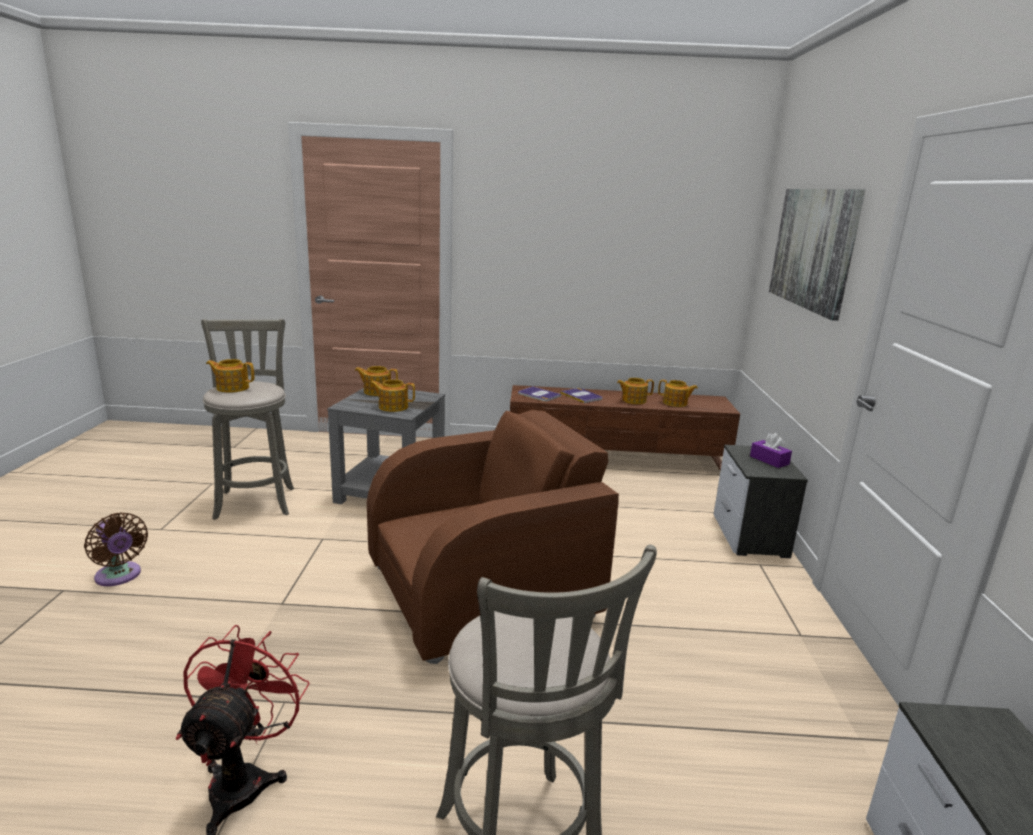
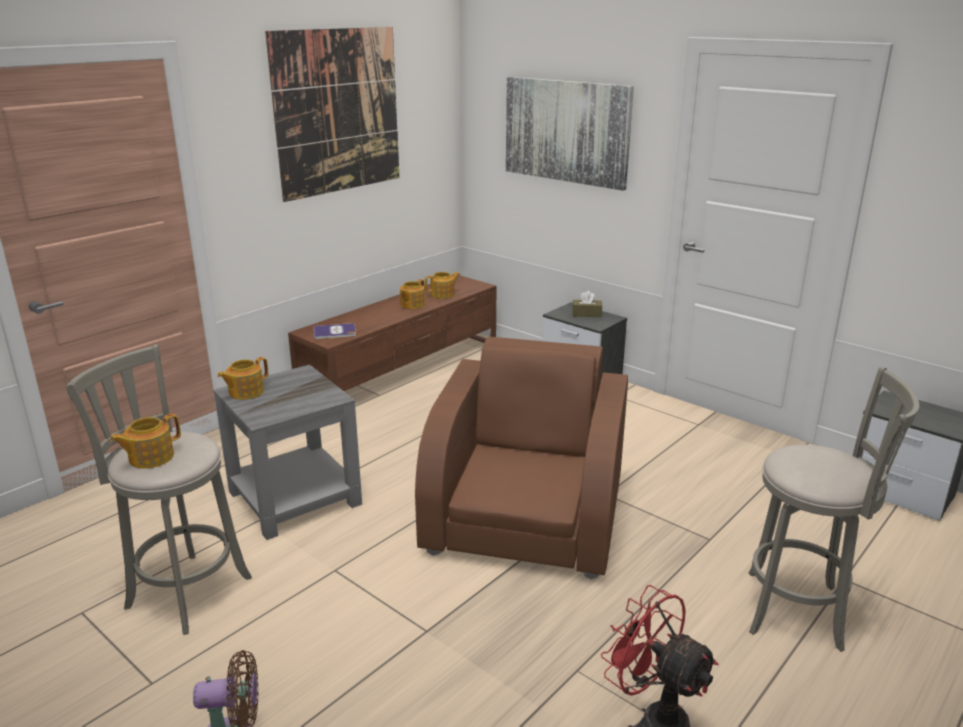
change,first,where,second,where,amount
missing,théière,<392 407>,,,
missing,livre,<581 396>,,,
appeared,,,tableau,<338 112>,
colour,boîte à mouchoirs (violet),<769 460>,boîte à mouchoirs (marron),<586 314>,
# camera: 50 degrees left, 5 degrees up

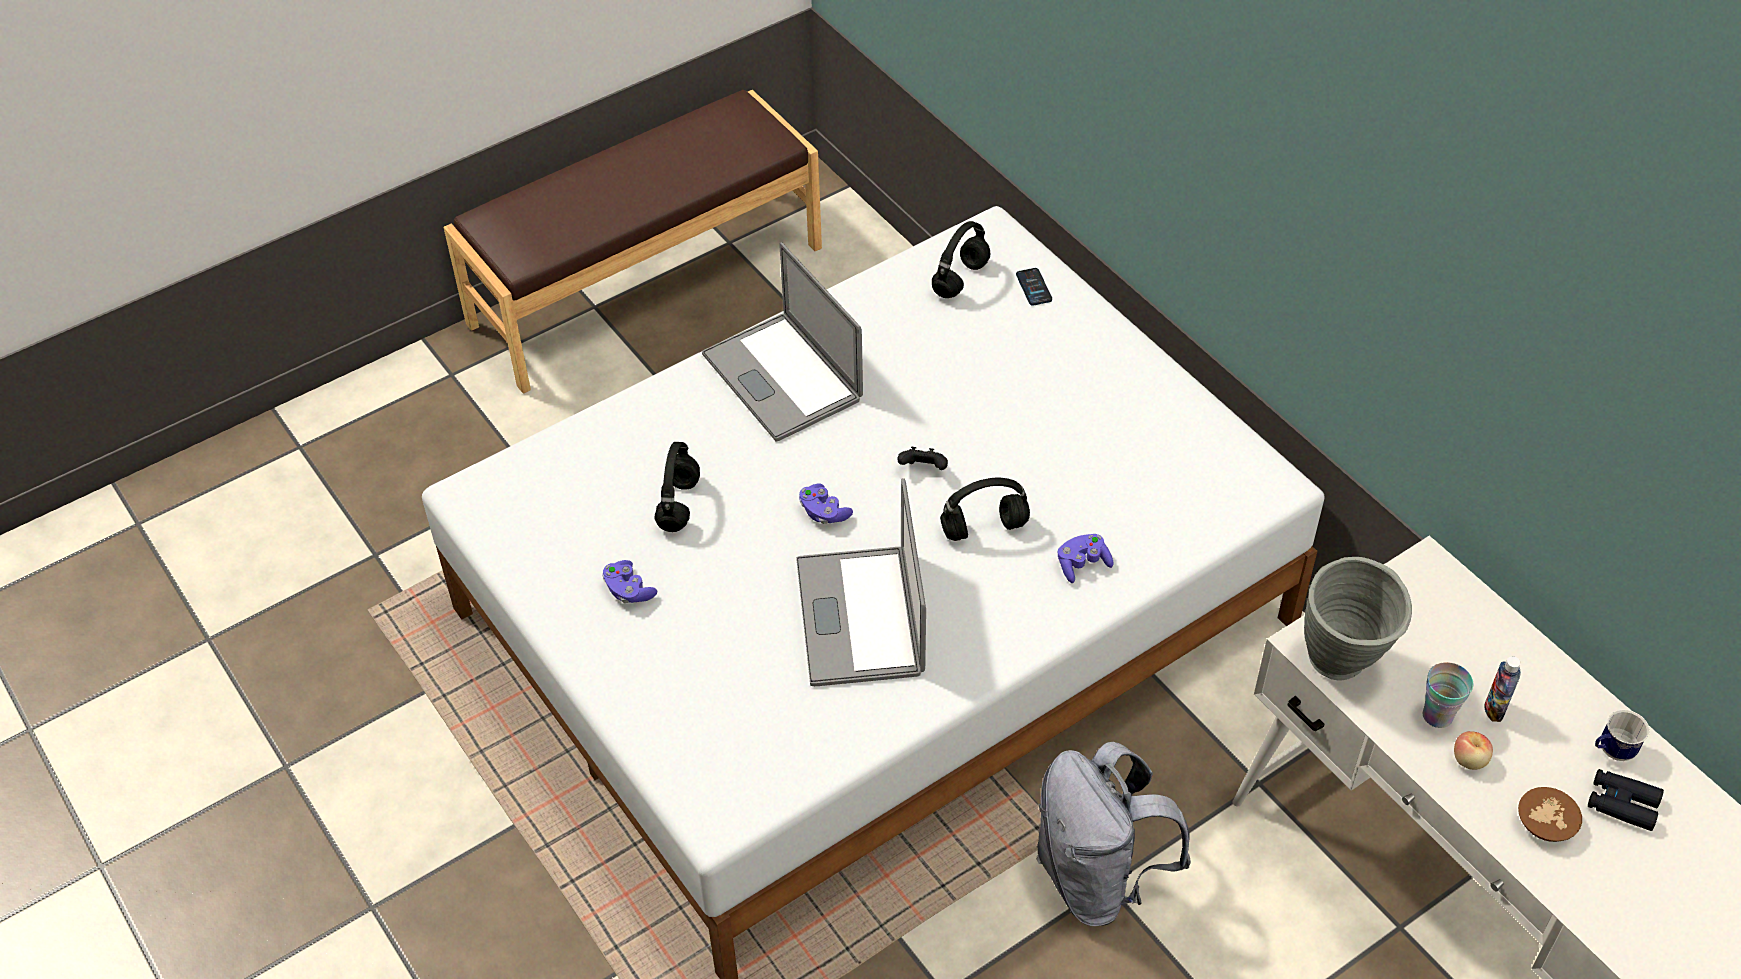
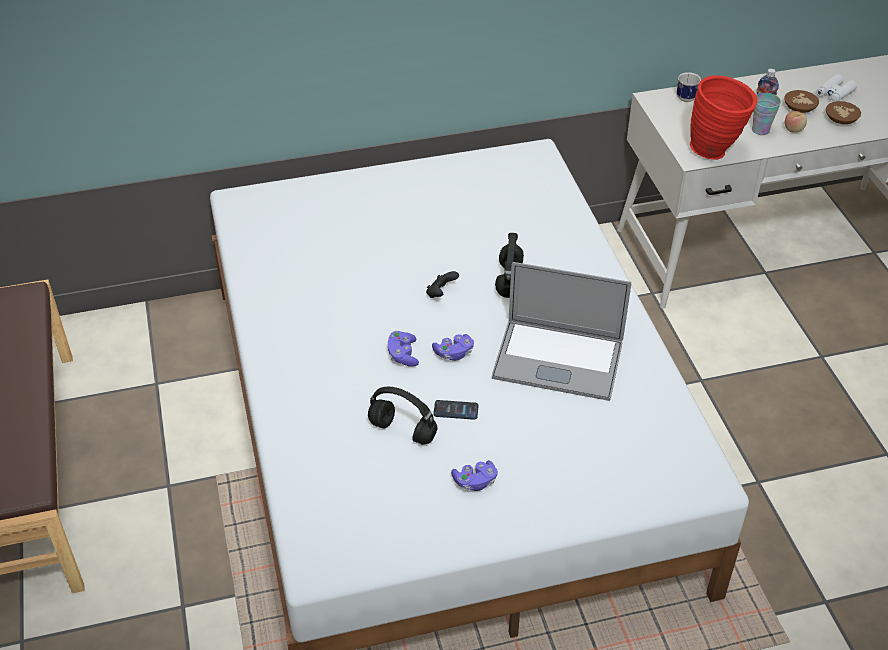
change,first,where,second,where,amount
missing,ordinateur portable,<782 377>,,,
missing,casque audio (noir),<960 280>,,,
missing,sac à dos (gris),<1098 878>,,,
appeared,,,bol (marron),<800 108>,
relocated,téléphone,<1033 287>,,<456 410>,
relocated,manette (violet),<1082 564>,,<403 355>,
relocated,mug,<1611 751>,,<686 100>,
colour,vase (gris),<1342 668>,vase (rouge),<716 151>,
colour,jumelles (noir),<1622 804>,jumelles (blanc),<834 93>,
# camera: 70 degrees left, 5 degrees down

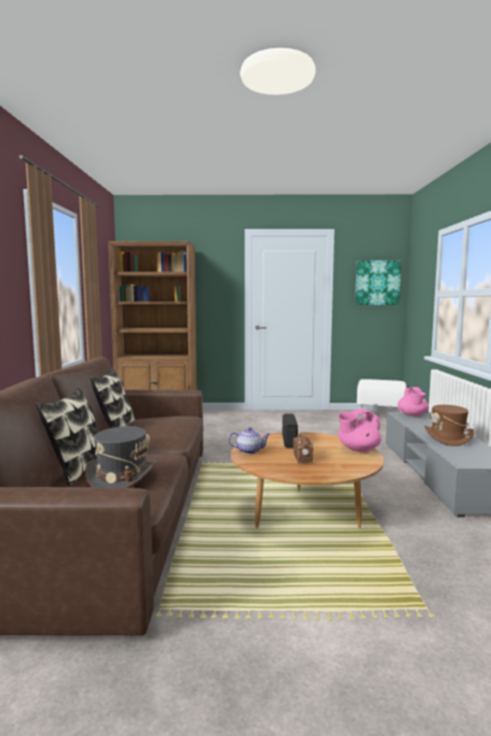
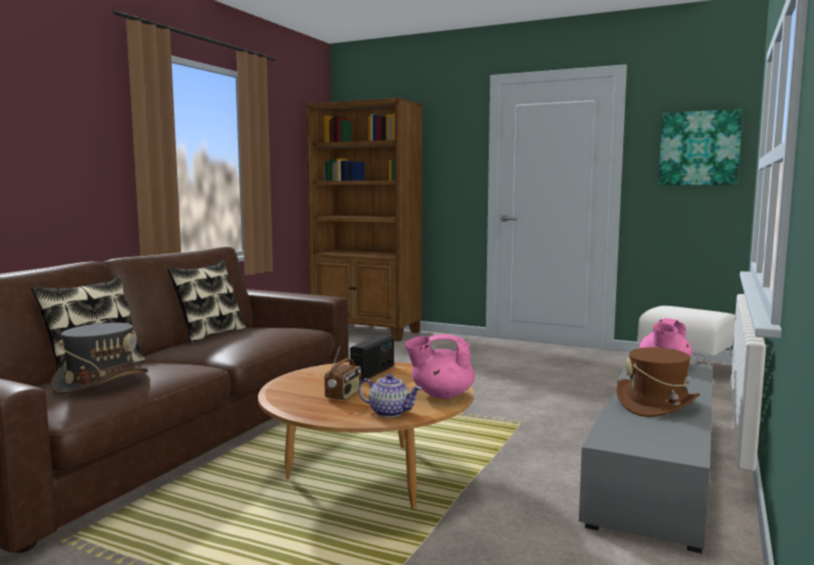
change,first,where,second,where,amount
relocated,théière,<249 451>,,<390 412>,
# camera: 25 degrees right, 0 degrees up

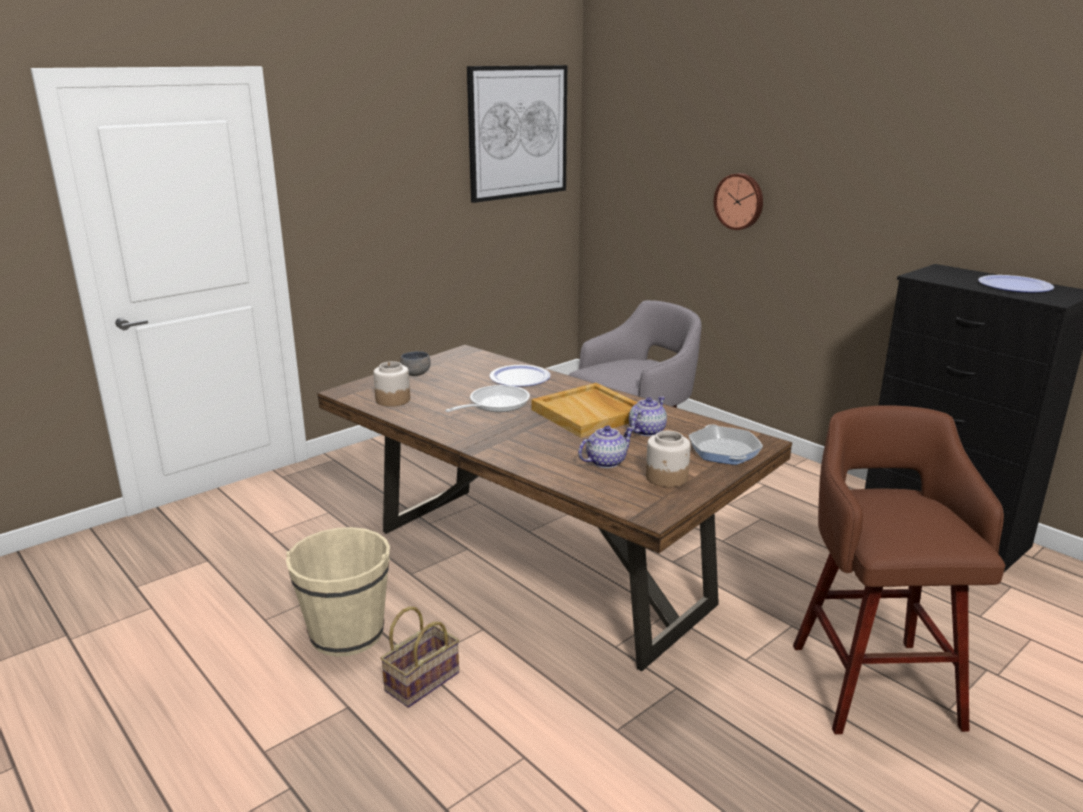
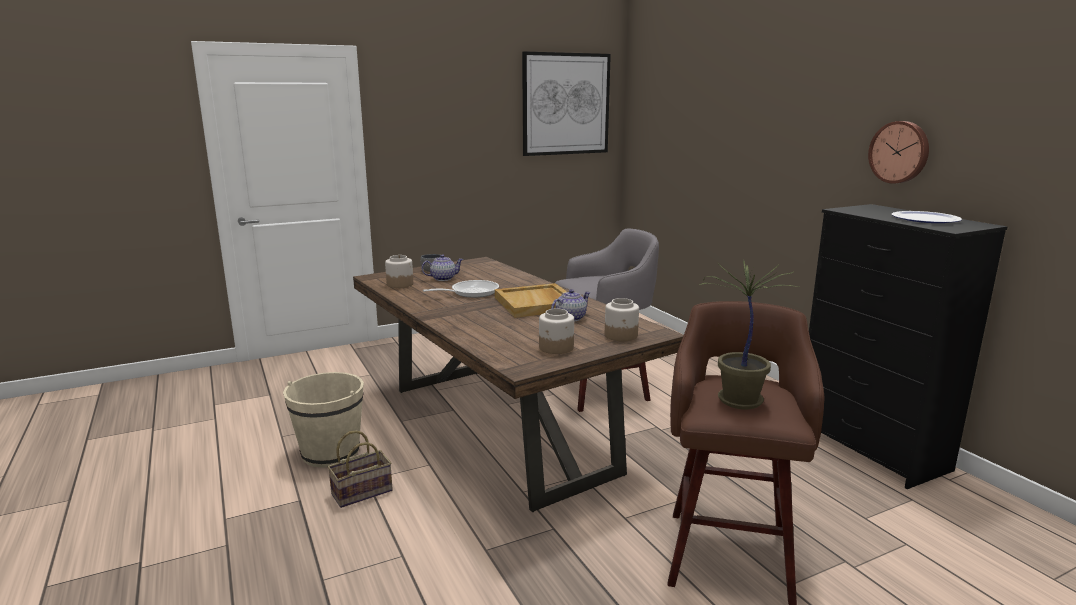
change,first,where,second,where,amount
missing,assiette,<520 377>,,,
appeared,,,plante en pot,<738 401>,
relocated,théière,<605 462>,,<443 278>,
relocated,horloge murale,<739 201>,,<900 152>,
exchanged,poêle,<724 451>,bocal,<621 335>,
# camera: 15 degrees right, 5 degrees down

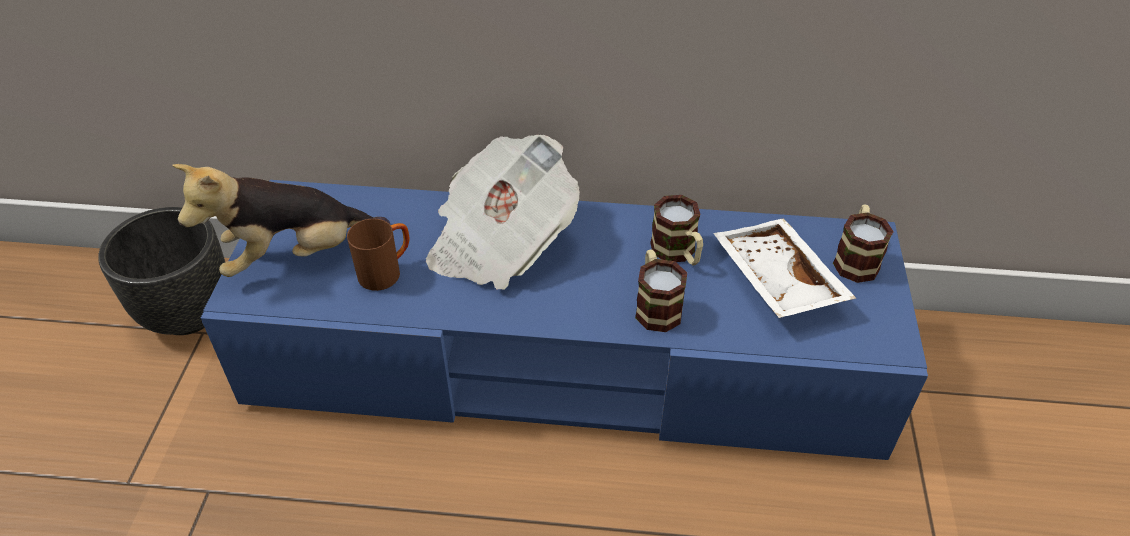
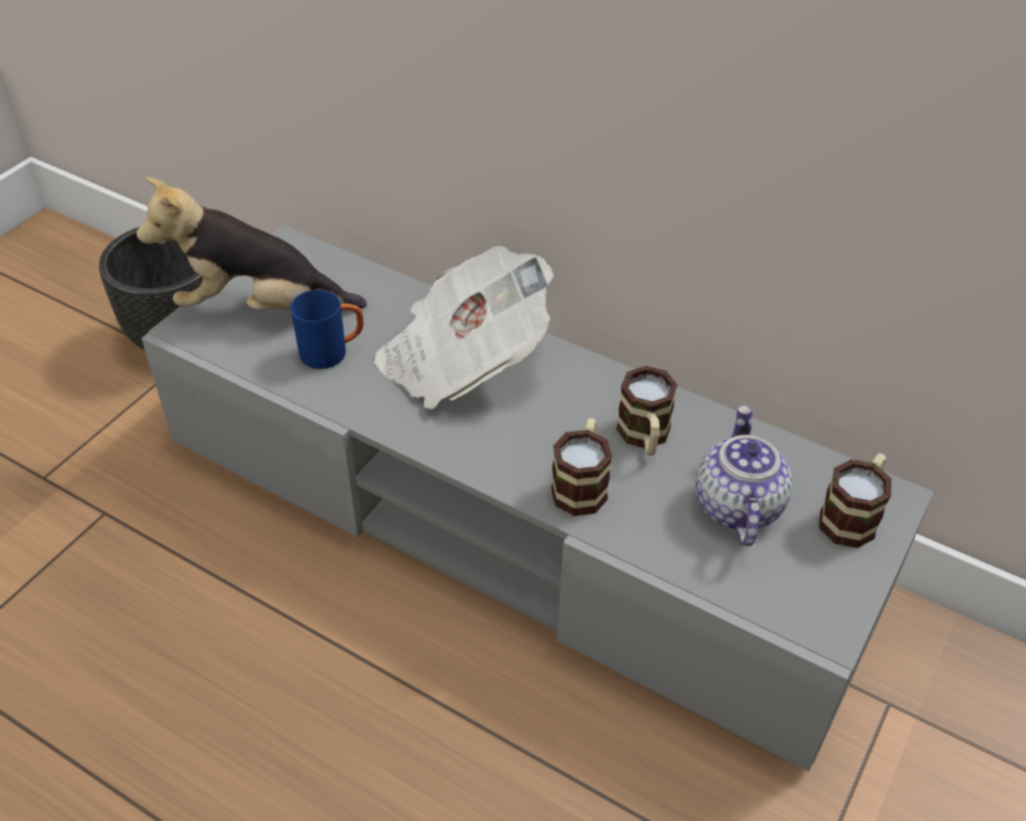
change,first,where,second,where,amount
exchanged,plateau (blanc),<774 280>,théière,<736 505>,
colour,meuble télé (bleu),<565 360>,meuble télé (gris),<511 518>,
colour,mug (marron),<386 271>,mug (bleu),<332 352>,
# camera: 25 degrees right, 0 degrees up

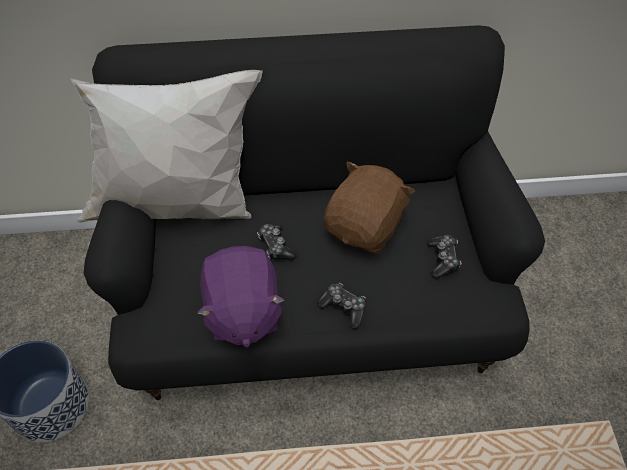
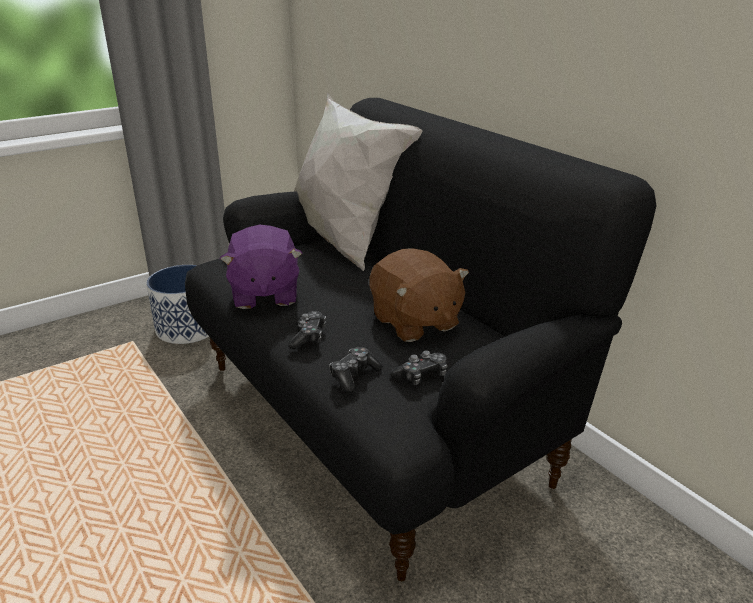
change,first,where,second,where,amount
relocated,manette,<276 246>,,<354 376>,
spun,peluche (violet),<242 312>,,<264 294>,60 degrees counterclockwise
spun,peluche (marron),<365 226>,,<414 322>,60 degrees clockwise
# camera: 60 degrees right, 25 degrees down

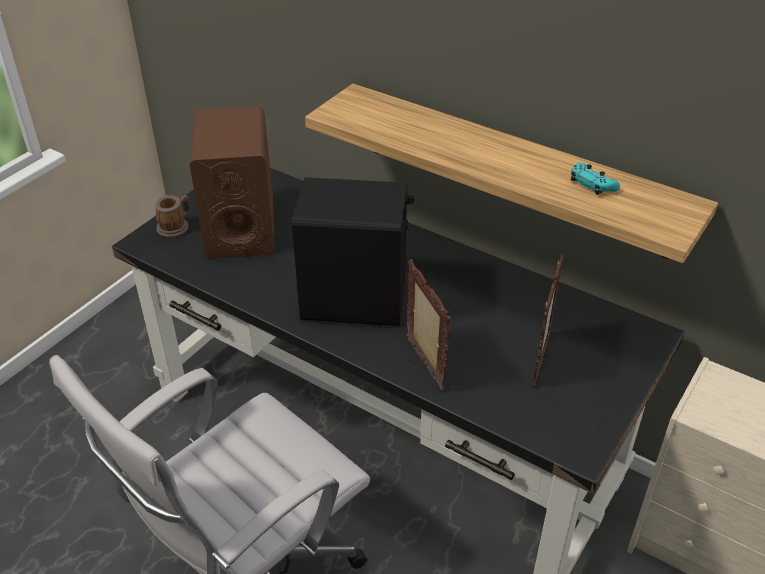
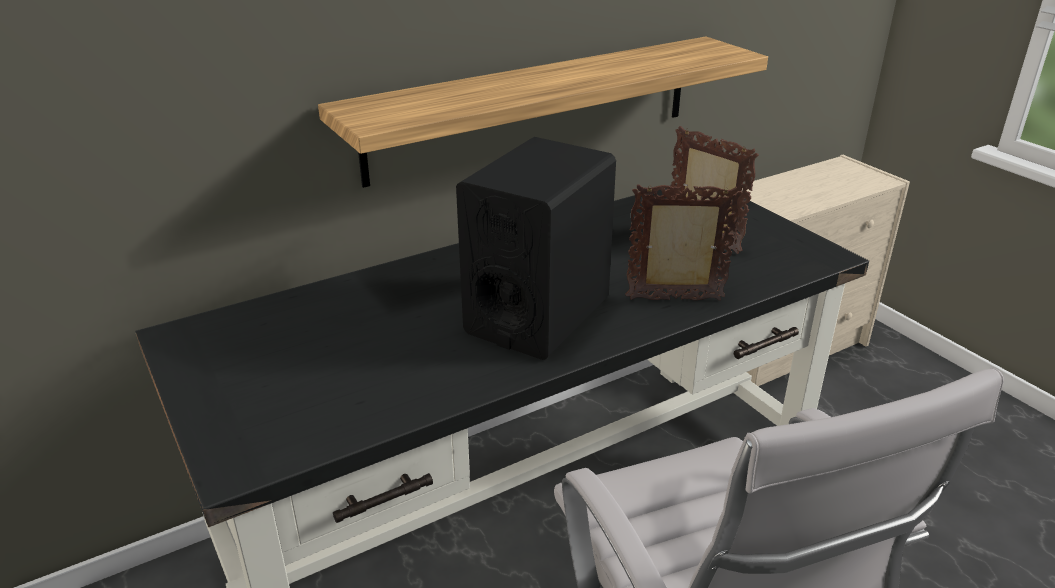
change,first,where,second,where,amount
missing,mug,<175 227>,,,
missing,enceinte (marron),<240 228>,,,
missing,manette (turquoise),<592 184>,,,
# camera: 65 degrees left, 10 degrees down

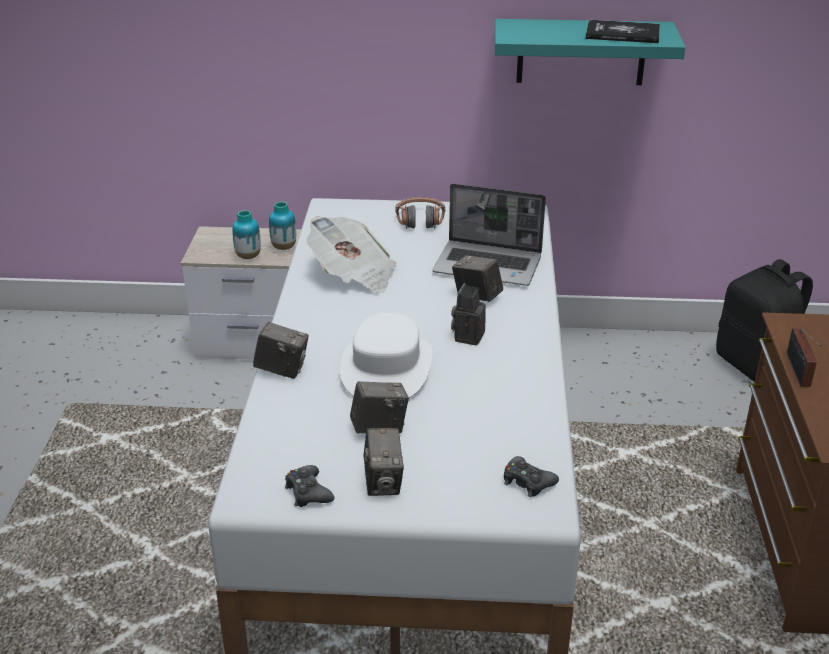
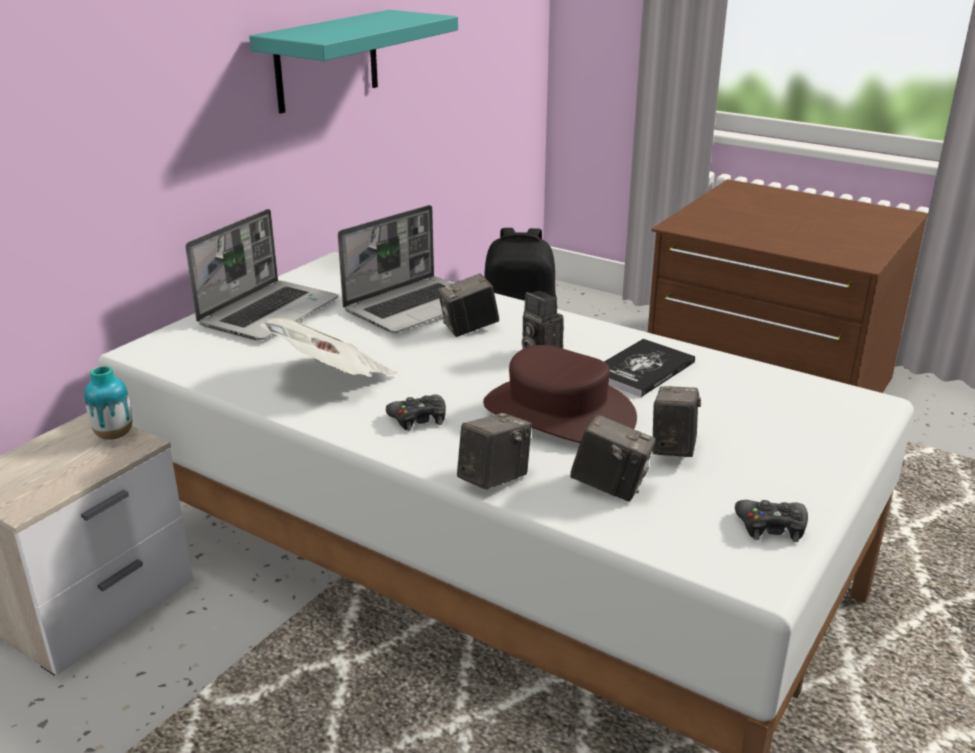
change,first,where,second,where,amount
missing,vase,<248 256>,,,
missing,radio,<798 371>,,,
relocated,appareil photo,<383 482>,,<610 487>,
relocated,manette (noir),<527 482>,,<418 419>,
relocated,livre,<622 34>,,<642 369>,
exchanged,casque audio,<420 221>,ordinateur portable,<269 312>,
colour,chapeau (blanc),<386 368>,chapeau (marron),<558 413>,
# camera: 60 degrees left, 5 degrees down

